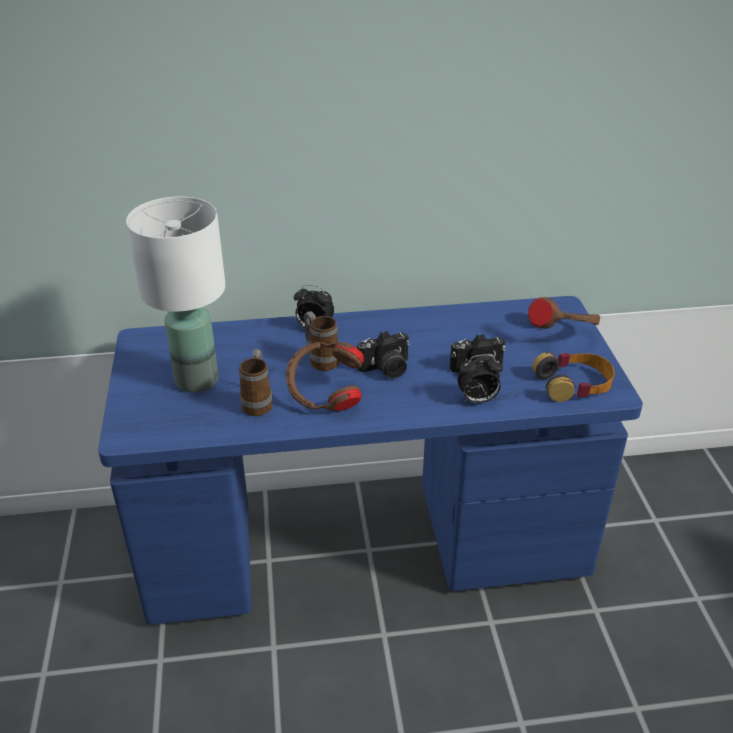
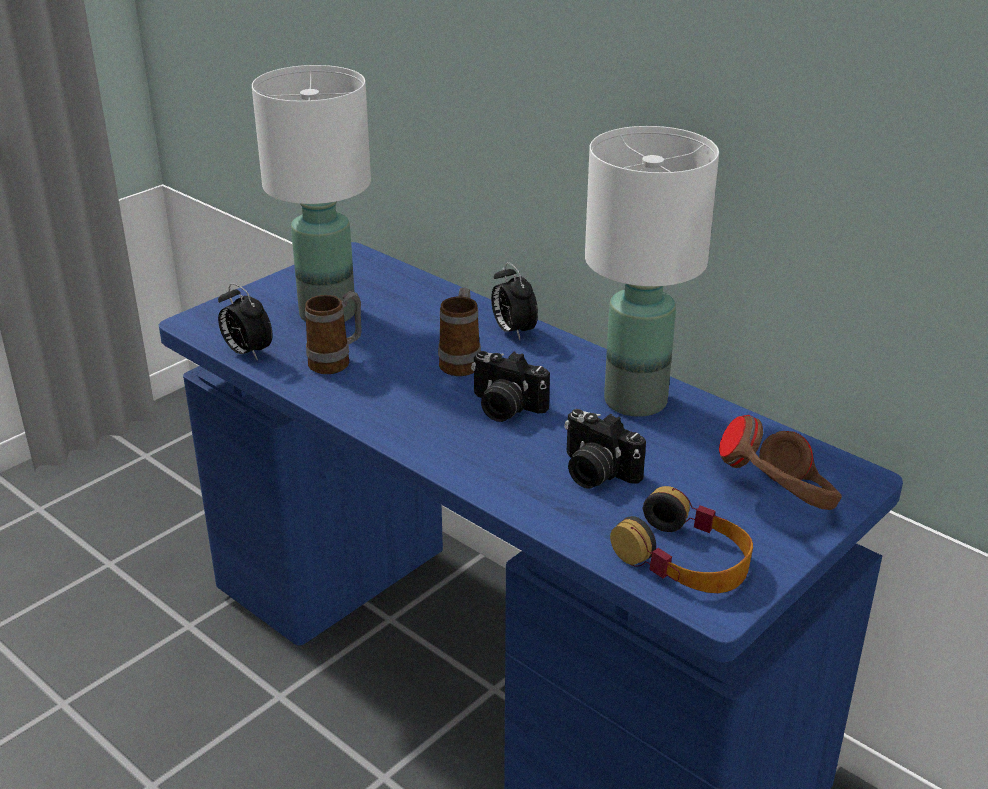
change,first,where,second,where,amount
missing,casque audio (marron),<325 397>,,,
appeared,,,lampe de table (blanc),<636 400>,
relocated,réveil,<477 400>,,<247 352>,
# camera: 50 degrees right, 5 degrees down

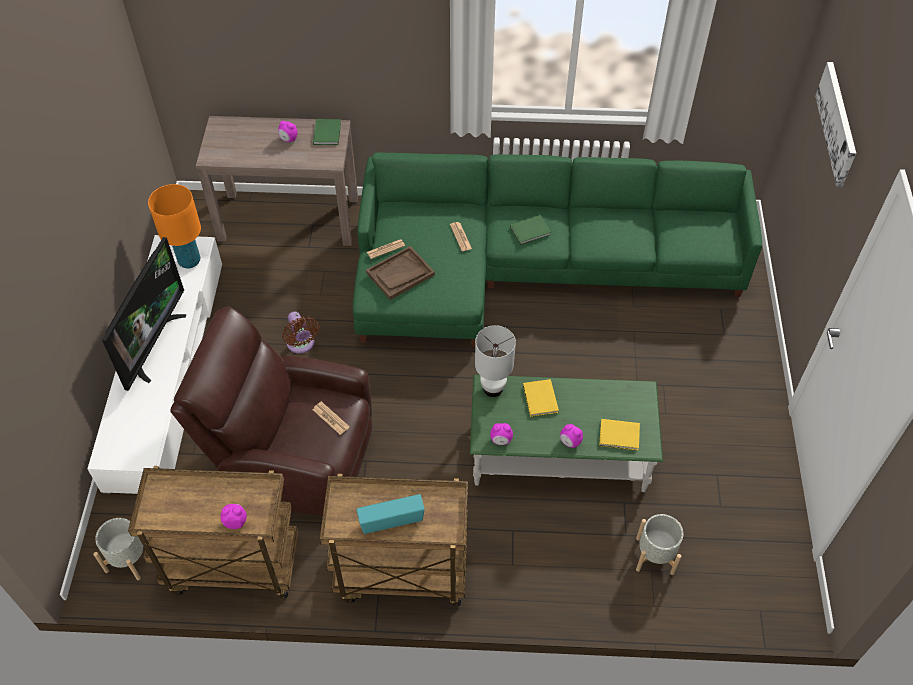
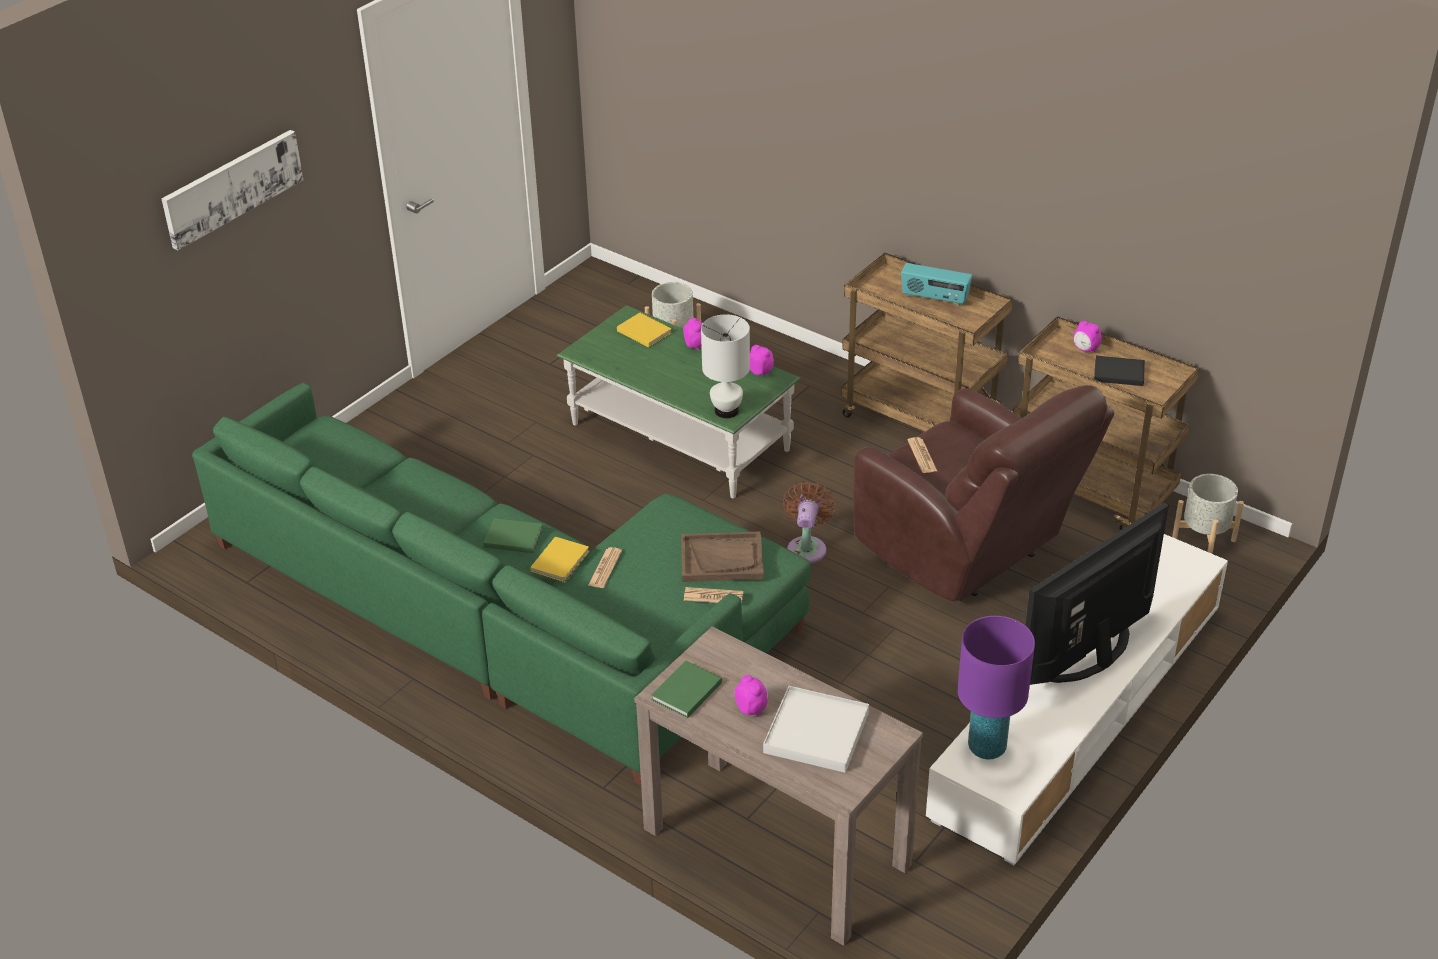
change,first,where,second,where,amount
appeared,,,plateau (blanc),<816 733>,
appeared,,,livre (noir),<1117 372>,
relocated,ventilateur (marron),<301 345>,,<807 547>,
relocated,livre (jaune),<540 400>,,<561 561>,
colour,lampe de table (orange),<189 261>,lampe de table (violet),<986 747>,
# camera: 145 degrees left, 15 degrees down

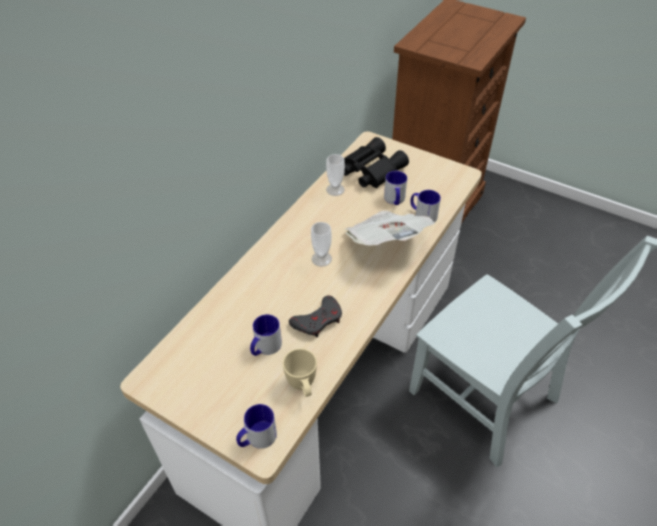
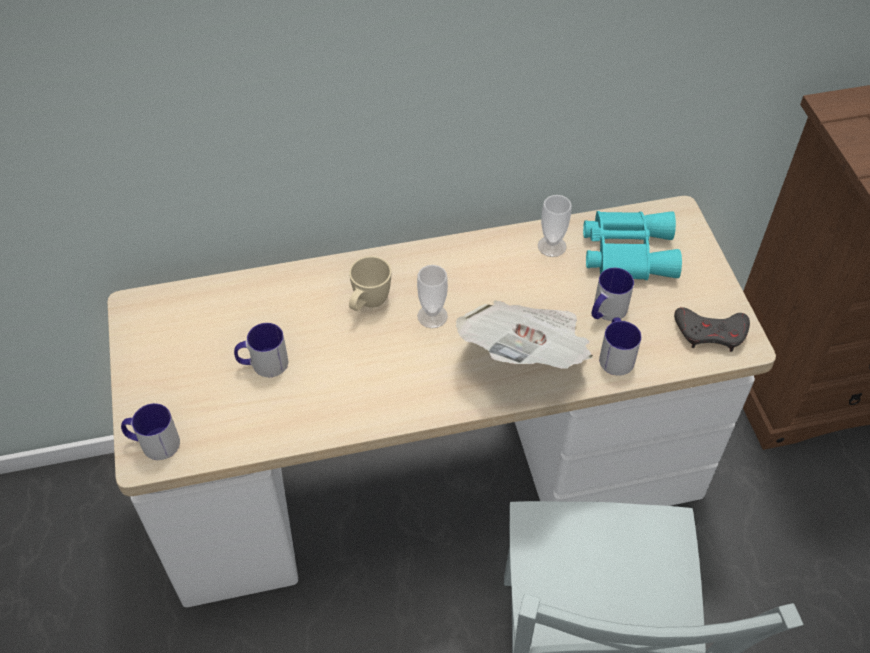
change,first,where,second,where,amount
relocated,mug (beige),<303 386>,,<368 304>,
relocated,manette (gris),<318 320>,,<711 332>,
colour,jumelles (noir),<370 170>,jumelles (turquoise),<627 251>,
# camera: 45 degrees right, 5 degrees up

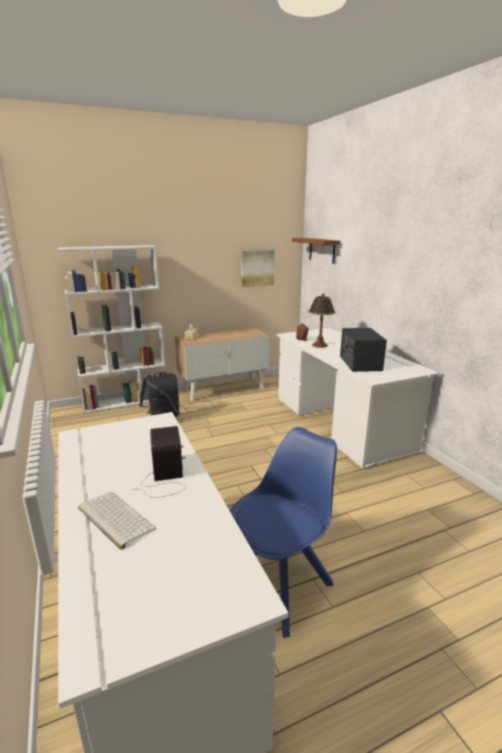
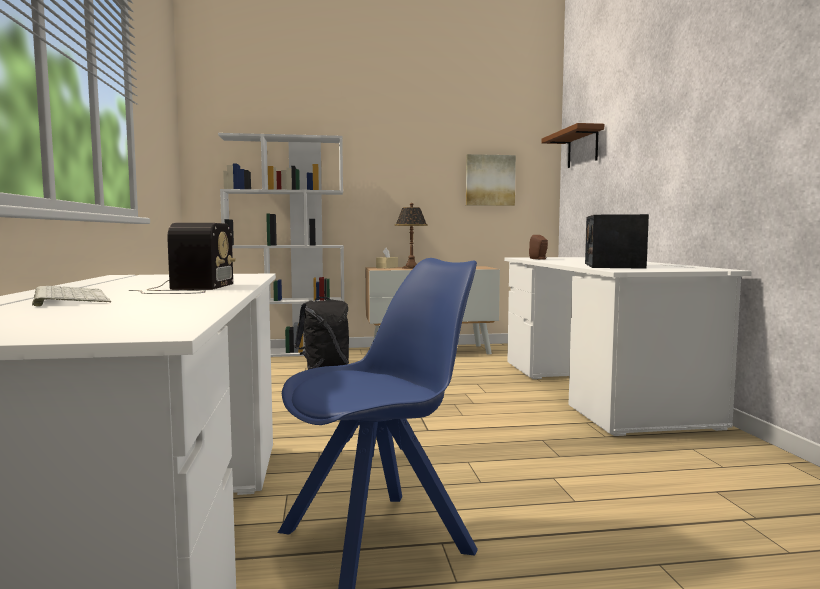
change,first,where,second,where,amount
relocated,lampe de table,<319 345>,,<411 268>,
# camera: 15 degrees right, 15 degrees down

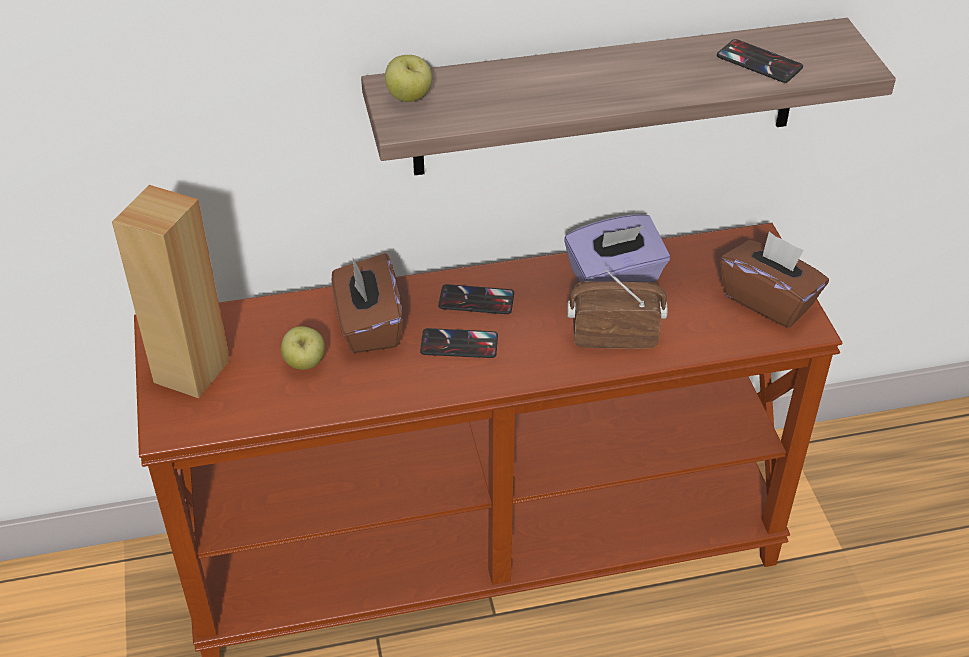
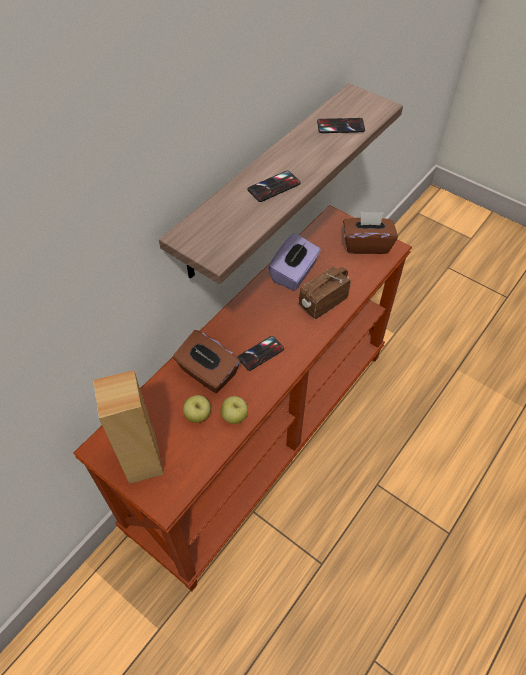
change,first,where,second,where,amount
relocated,pomme,<409 98>,,<234 416>,
relocated,téléphone,<476 300>,,<274 187>,
# camera: 40 degrees left, 10 degrees up

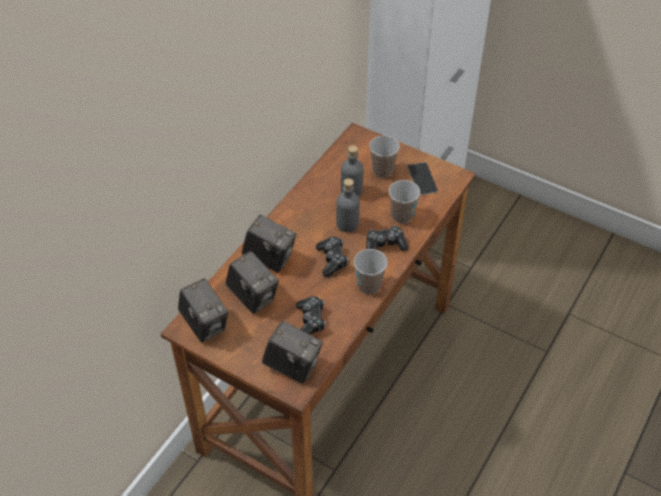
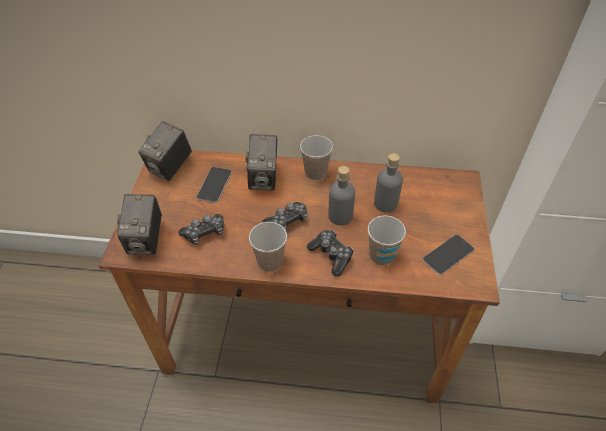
change,first,where,second,where,amount
relocated,tasse,<382 170>,,<316 173>,
exchanged,appareil photo,<253 296>,téléphone,<214 184>,
# camera: 65 degrees right, 0 degrees up

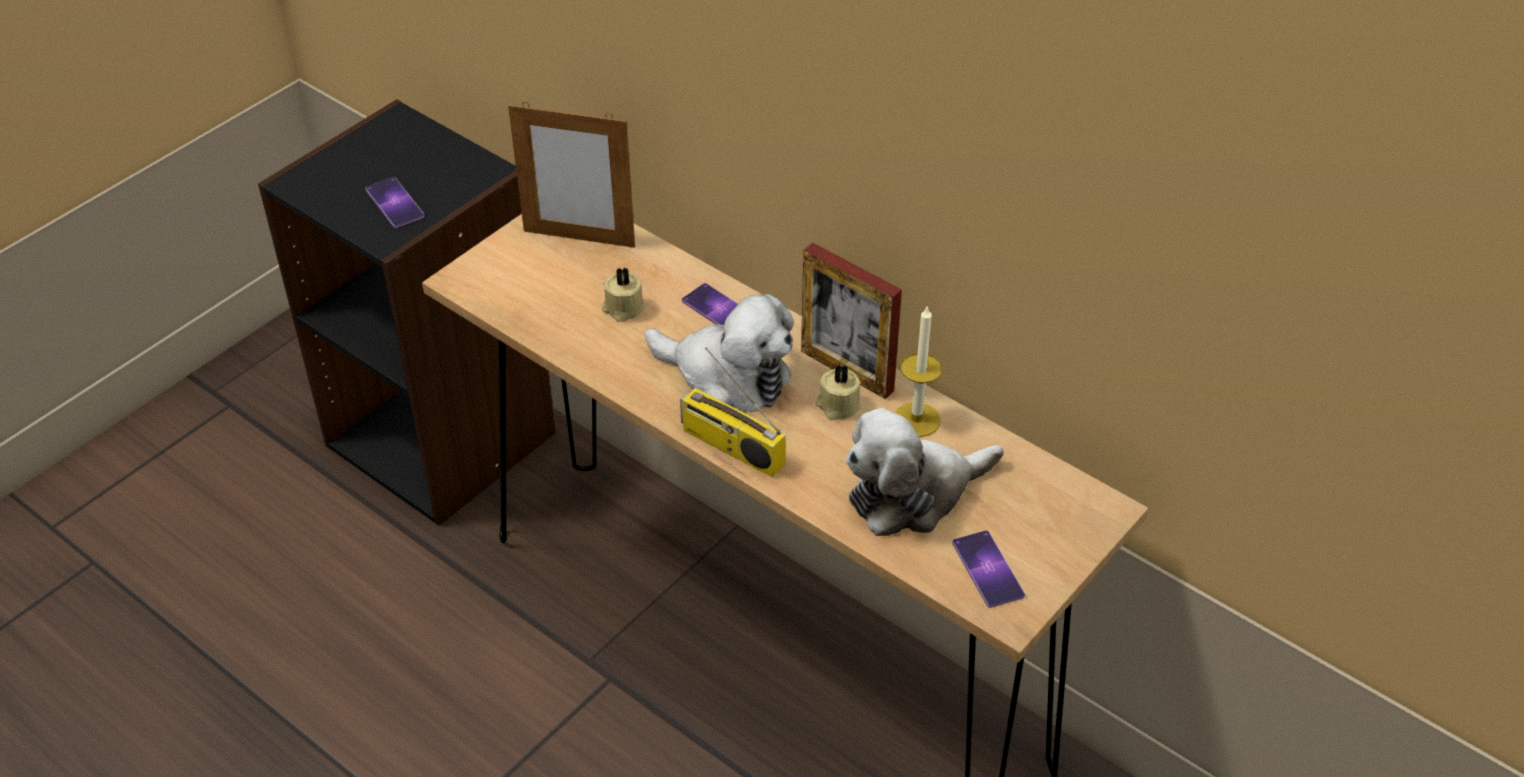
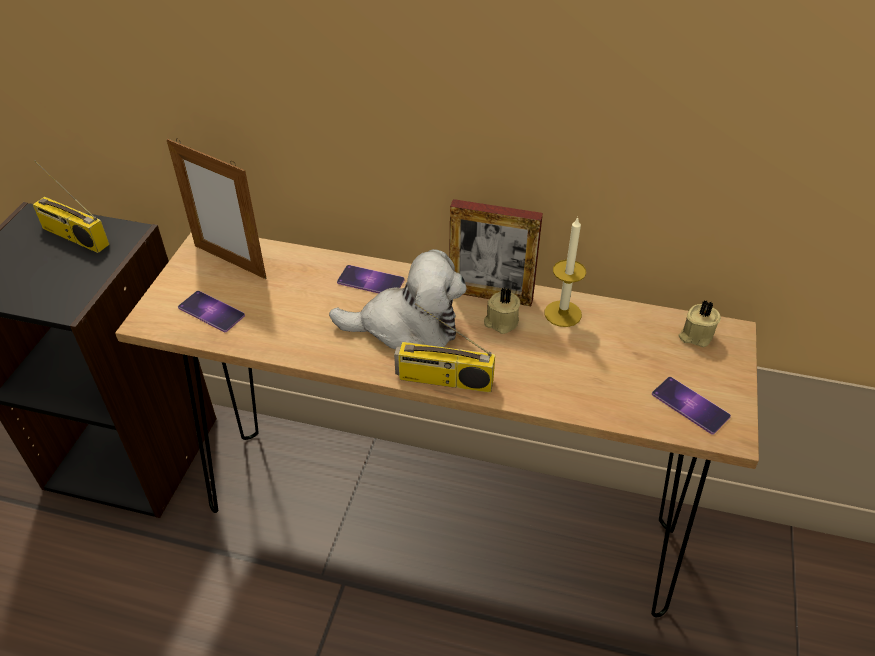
change,first,where,second,where,amount
missing,peluche,<913 494>,,,
appeared,,,radio,<73 236>,
relocated,téléphone,<394 203>,,<211 311>,
relocated,bougie (beige),<622 308>,,<695 335>,
spun,cadre photo,<579 238>,,<230 261>,45 degrees clockwise
# camera: 25 degrees left, 0 degrees up

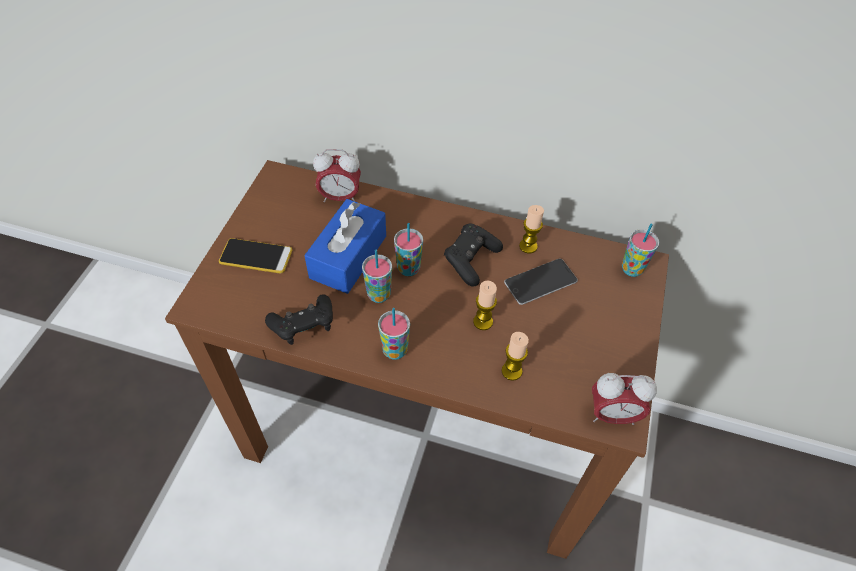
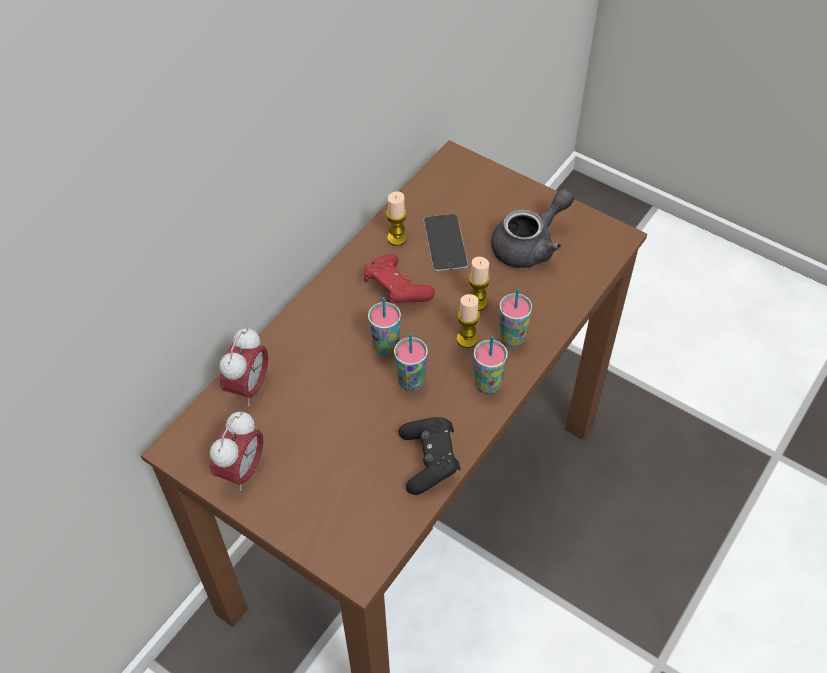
change,first,where,second,where,amount
missing,téléphone,<256 256>,,,
missing,boîte à mouchoirs (bleu),<348 256>,,,
appeared,,,théière (gris),<530 245>,
relocated,bougie,<511 371>,,<467 339>,
relocated,réveil,<612 415>,,<242 470>,
relocated,tasse,<632 269>,,<512 338>,
colour,manette (noir),<470 260>,manette (rouge),<396 290>,
# camera: 70 degrees left, 0 degrees up

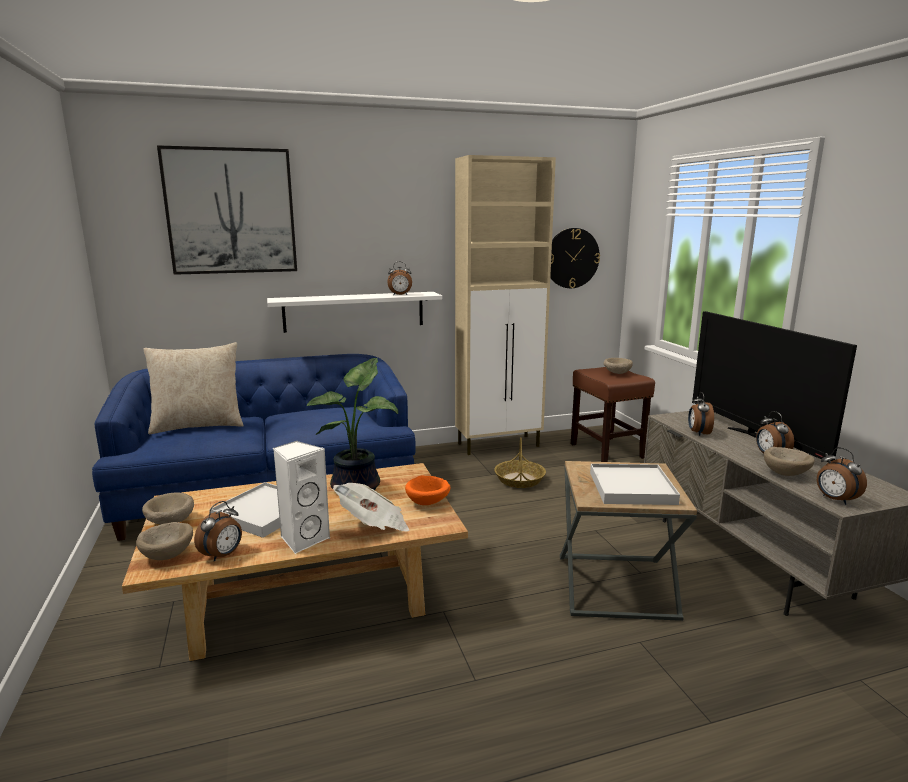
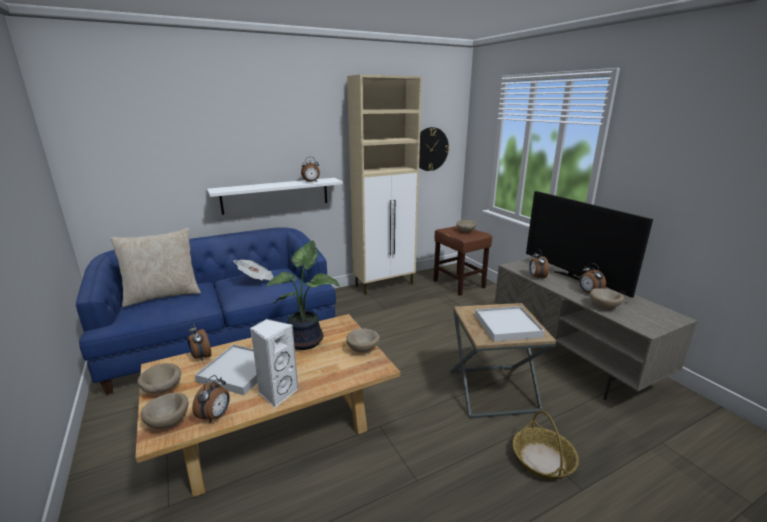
change,first,where,second,where,amount
missing,tableau,<231 211>,,,
relocated,journal,<373 525>,,<257 280>,
relocated,panier,<519 480>,,<543 460>,
relocated,réveil,<835 499>,,<201 357>,
colour,bol (orange),<428 502>,bol (beige),<364 349>,
# camera: 10 degrees left, 5 degrees up

